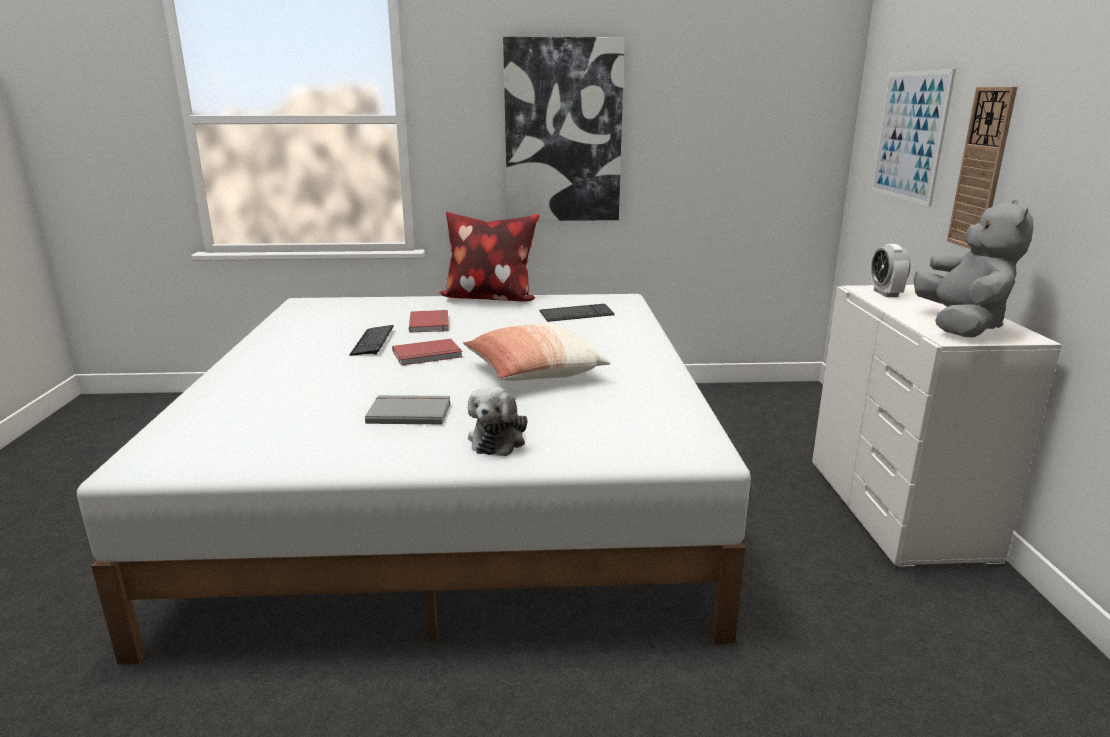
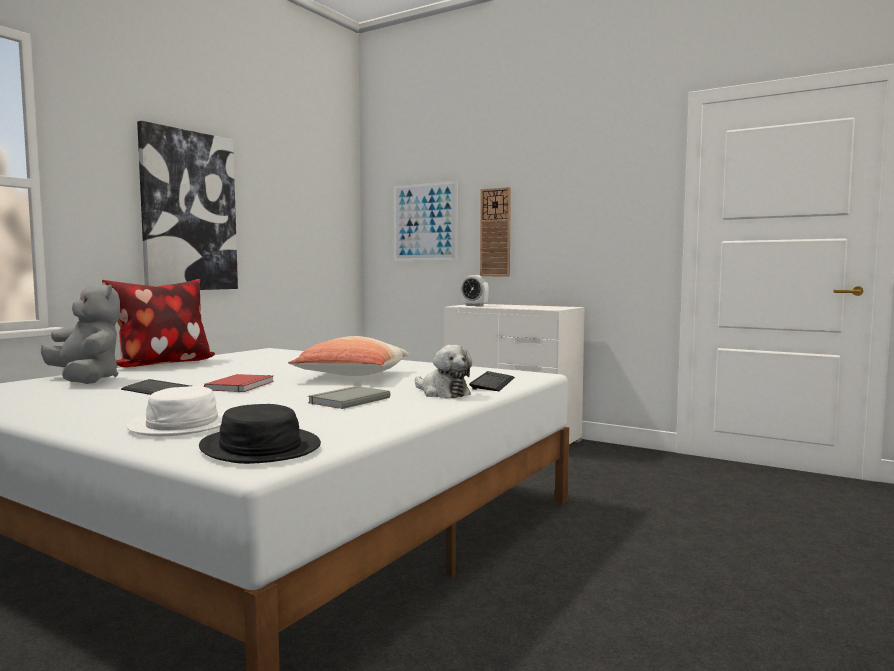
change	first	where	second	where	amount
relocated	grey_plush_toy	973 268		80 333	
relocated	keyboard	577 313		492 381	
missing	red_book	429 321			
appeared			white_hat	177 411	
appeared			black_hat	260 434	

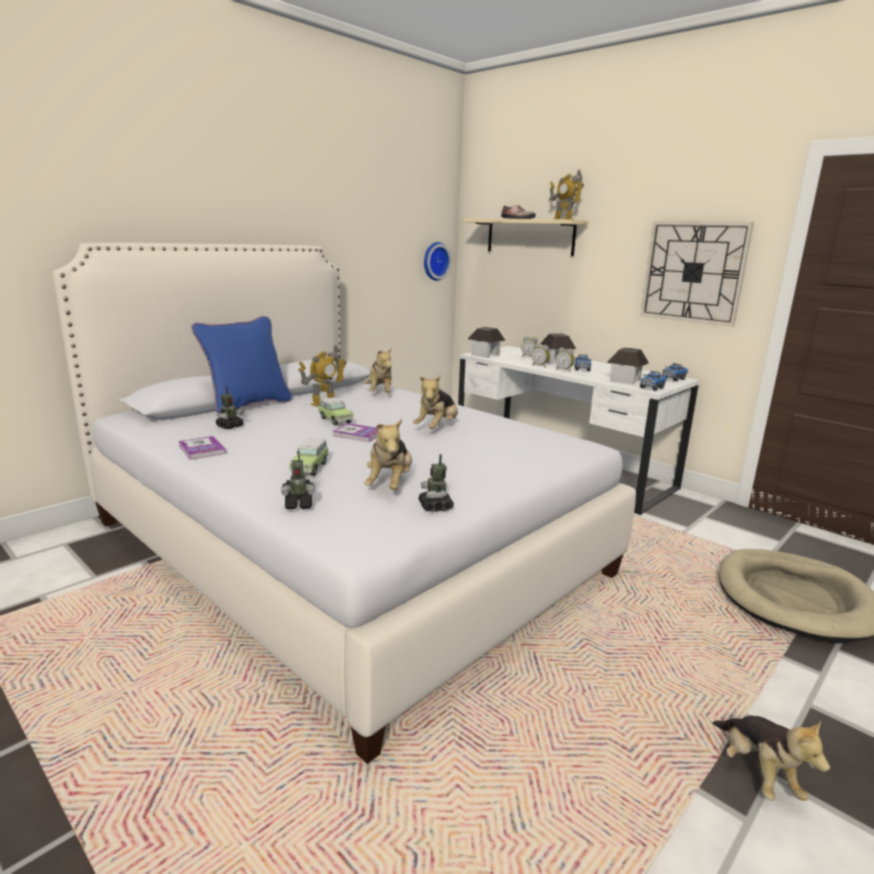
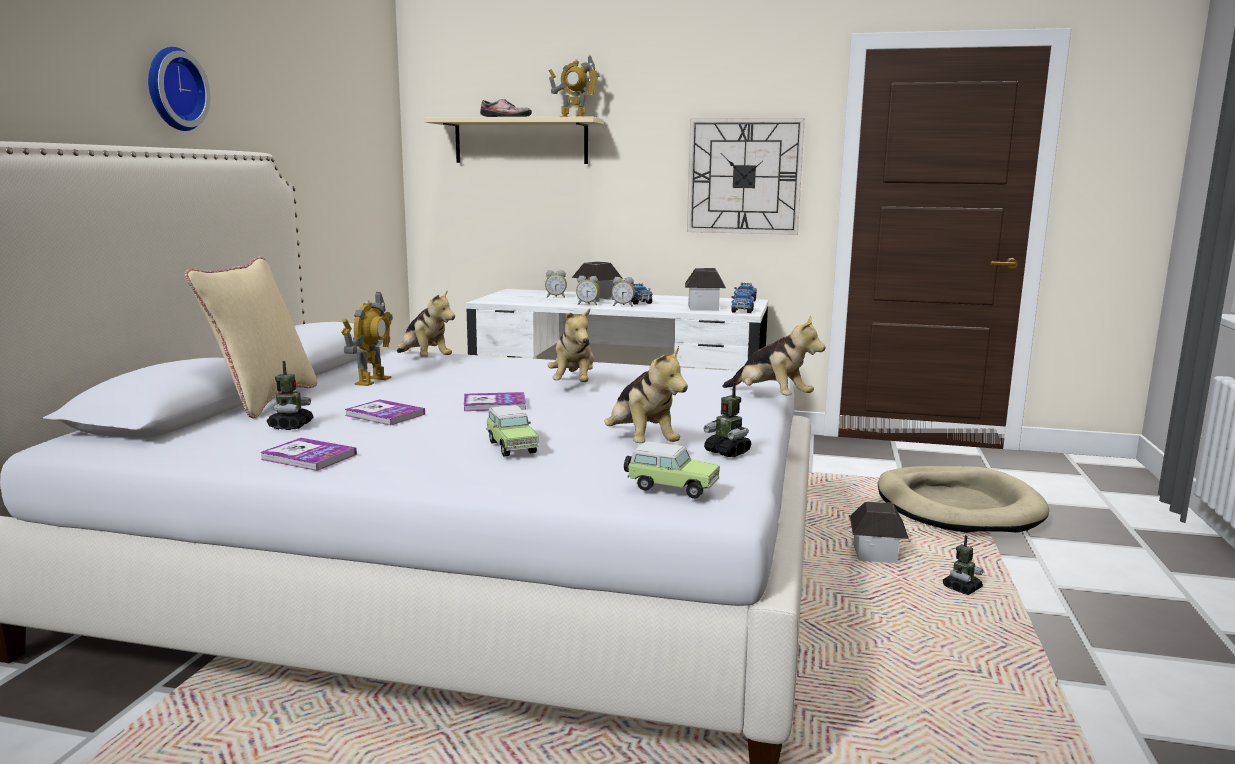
change	first	where	second	where	amount
relocated	wall_clock	437 261		179 89	
colour	blue_pillow	241 364	beige_pillow	251 338	
relocated	toy_house	486 342		879 532	
relocated	toy_car	335 411		672 470	
relocated	toy_robot	298 479		963 565	
relocated	plush_toy	771 758		773 356	
appeared			book	385 412	

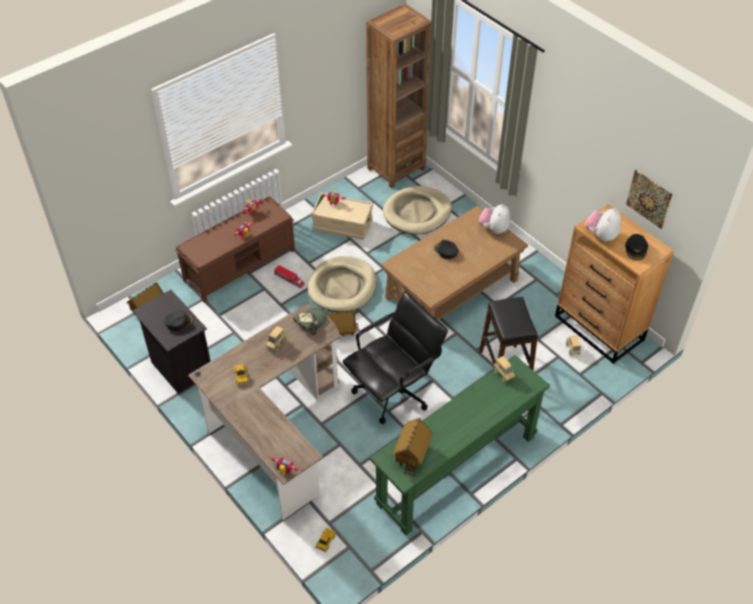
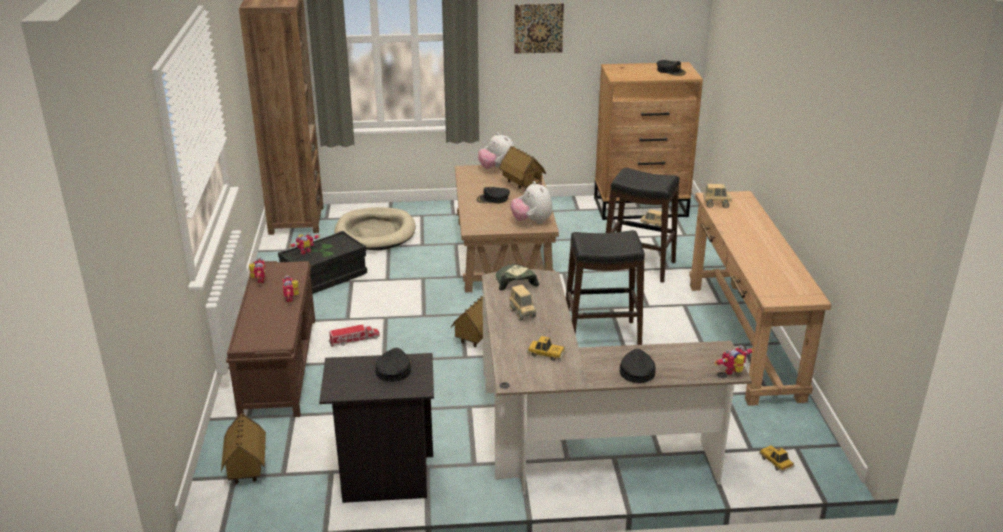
change	first	where	second	where	amount
relocated	picture	649 199		539 29	
colour	beige_storage_box	342 216	black_storage_box	322 262	
relocated	plush_toy	603 225		532 202	
missing	beige_dog_bed	342 284			
exchanged	black_office_chair	395 358	black_stool	605 287	
colour	green_console_table	460 445	brown_console_table	760 298	
relocated	toy_house	412 447		522 168	
appeared			black_cap	638 366	

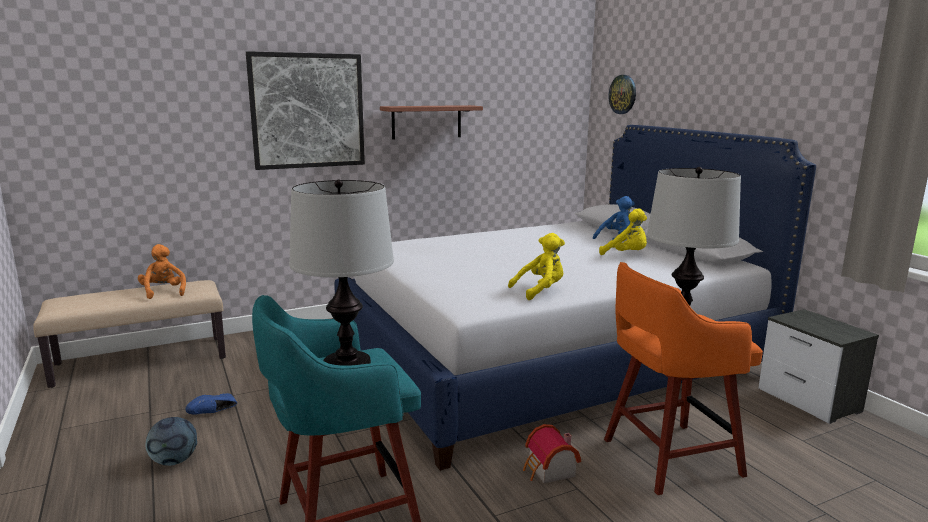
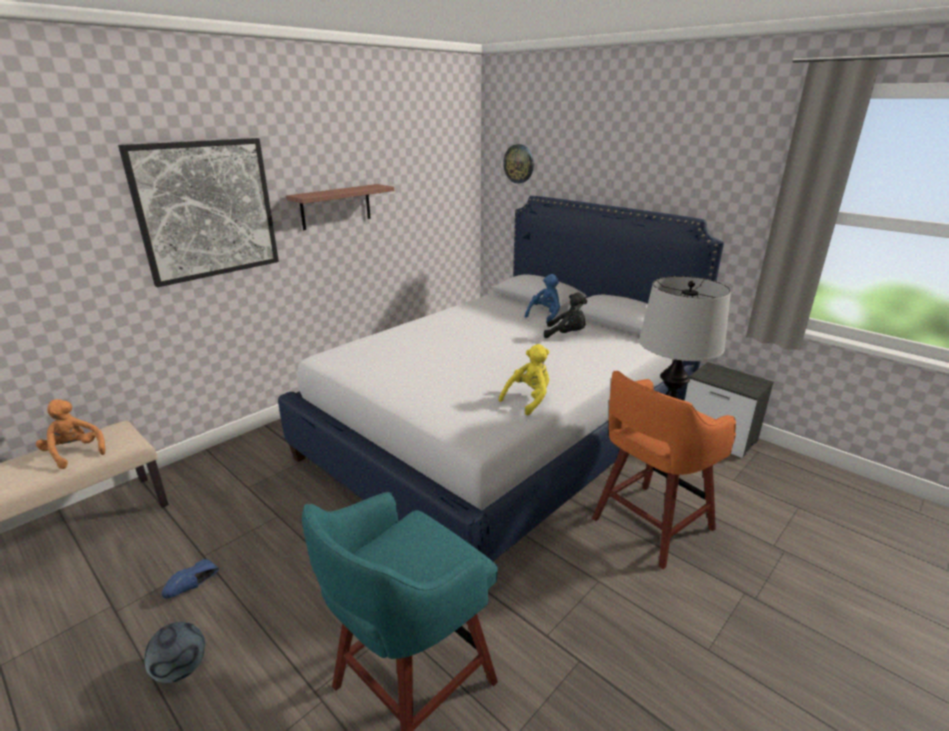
change	first	where	second	where	amount
missing	table_lamp	341 273			
colour	yellow_plush_toy	623 231	black_plush_toy	565 315	
missing	toy_house	552 453			

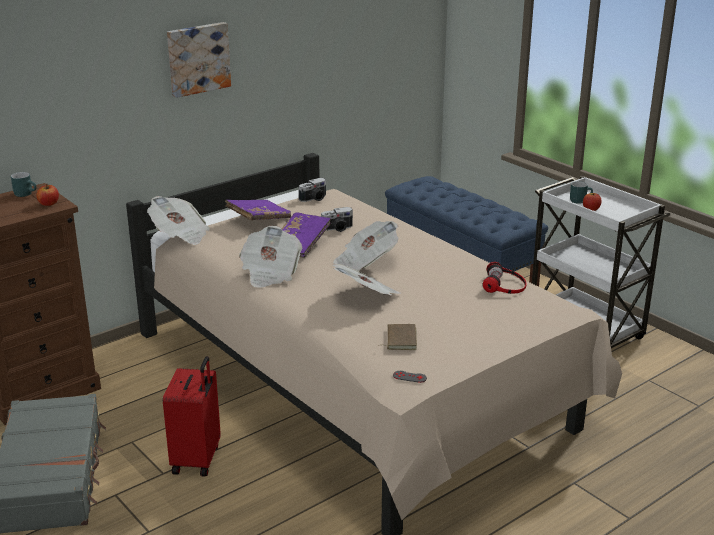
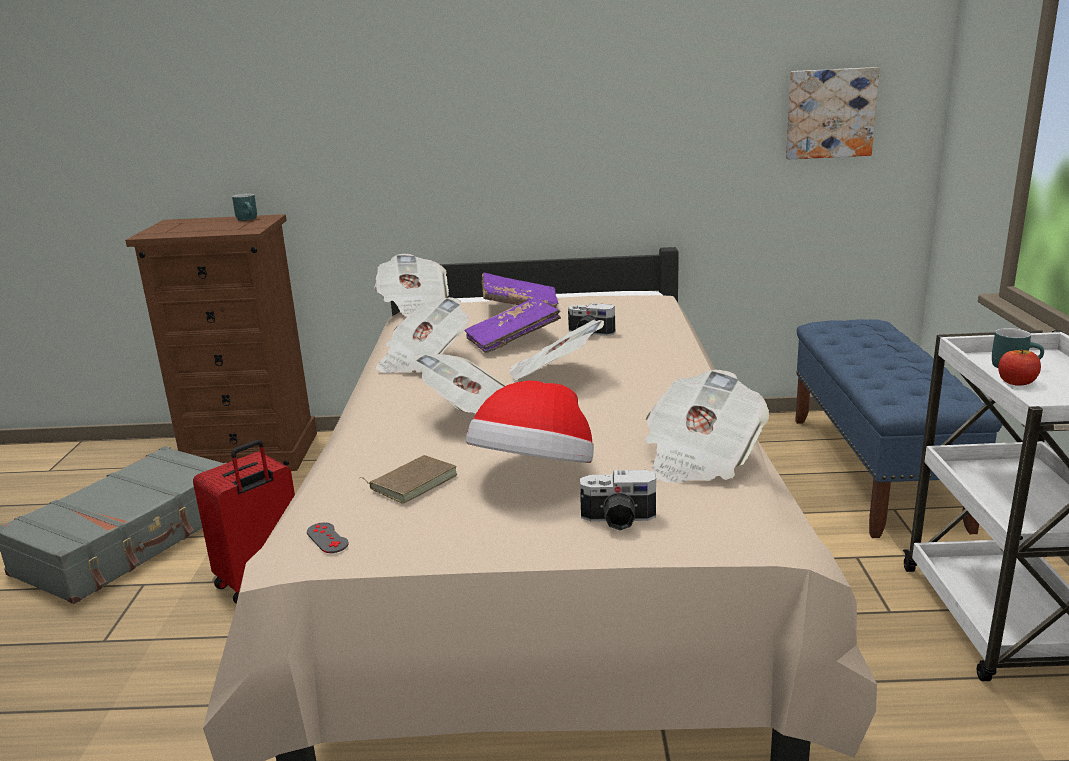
change	first	where	second	where	amount
relocated	picture	199 60		833 113	
relocated	photo_camera	312 190		618 500	
missing	apple	47 195			
exchanged	headphones	505 278	newspaper	707 426	
appeared			hat	530 422	

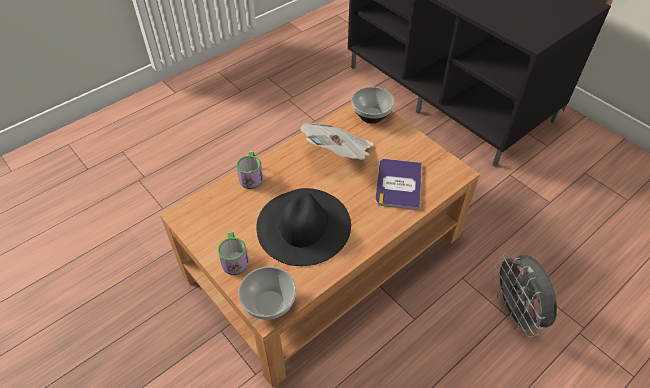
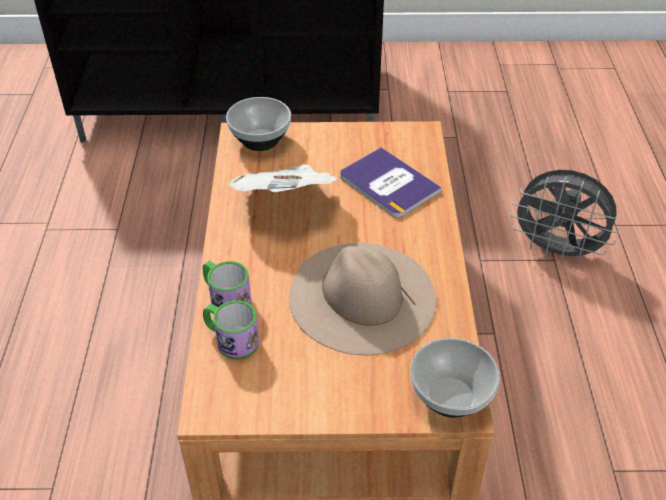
change	first	where	second	where	amount
colour	black_hat	303 227	beige_hat	363 299	
relocated	mug	233 253		231 329	

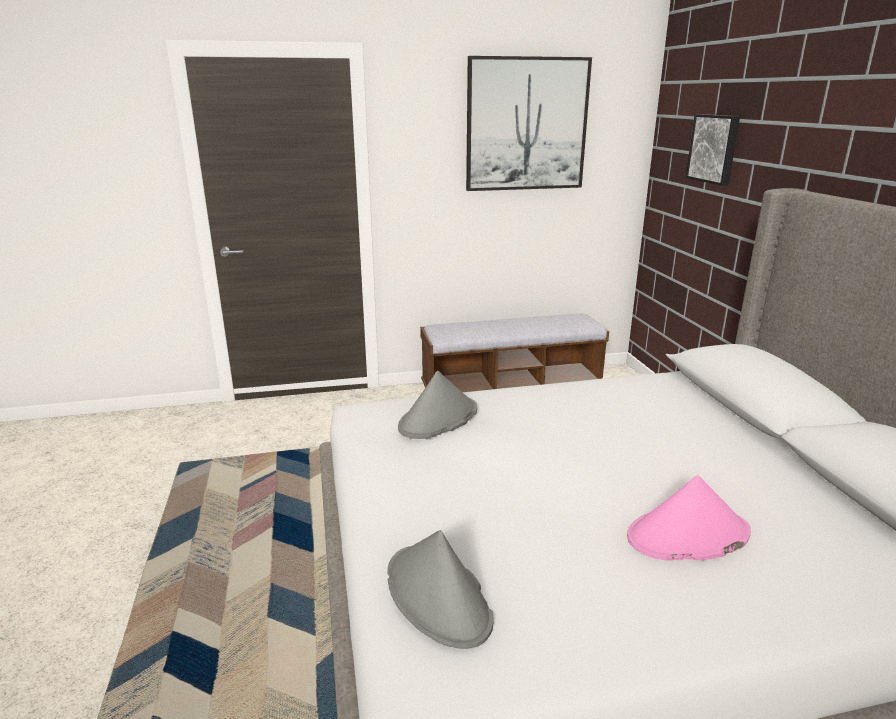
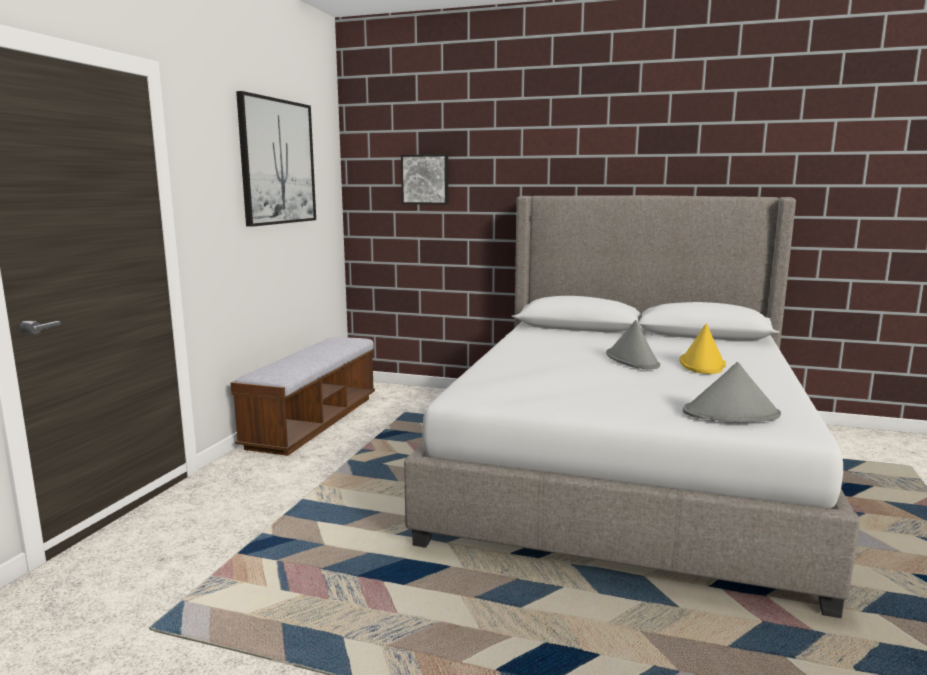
change	first	where	second	where	amount
relocated	grey_hat	437 405		633 344	
colour	pink_hat	689 518	yellow_hat	702 349	

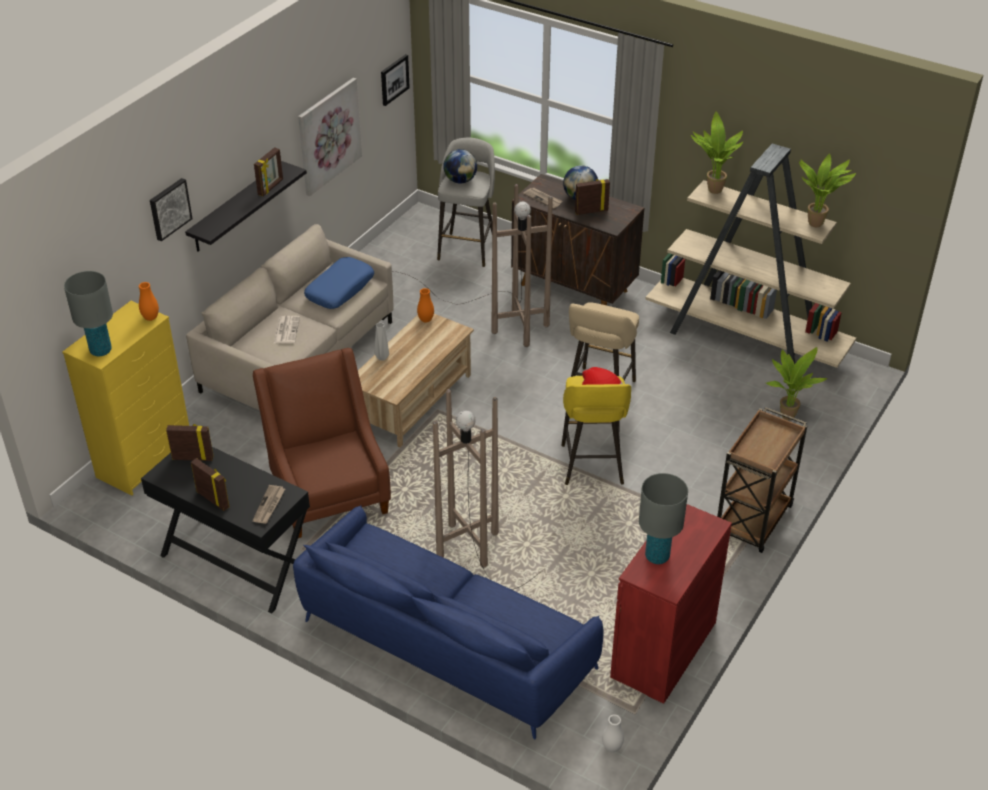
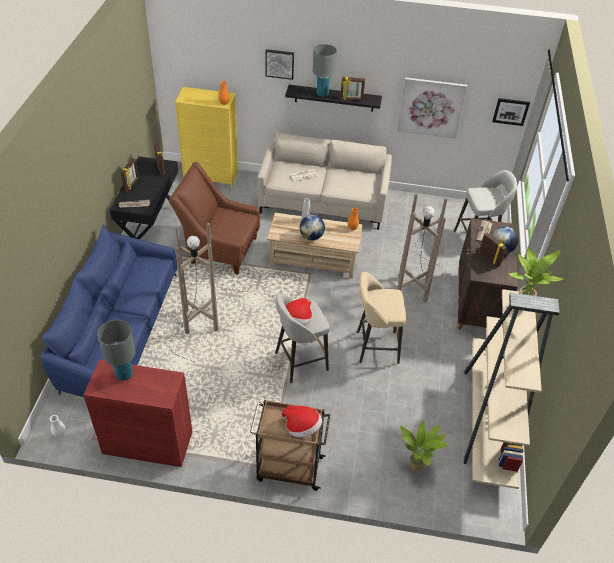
change	first	where	second	where	amount
relocated	globe	460 166		312 227	
missing	potted_plant	827 190			
missing	blue_pillow	339 283			
relocated	grey_table_lamp	88 314		325 70	
spun	brown_armchair	322 443		214 218	120 degrees counterclockwise
colour	yellow_stool	596 430	grey_stool	302 338	
appeared			hat	302 421	

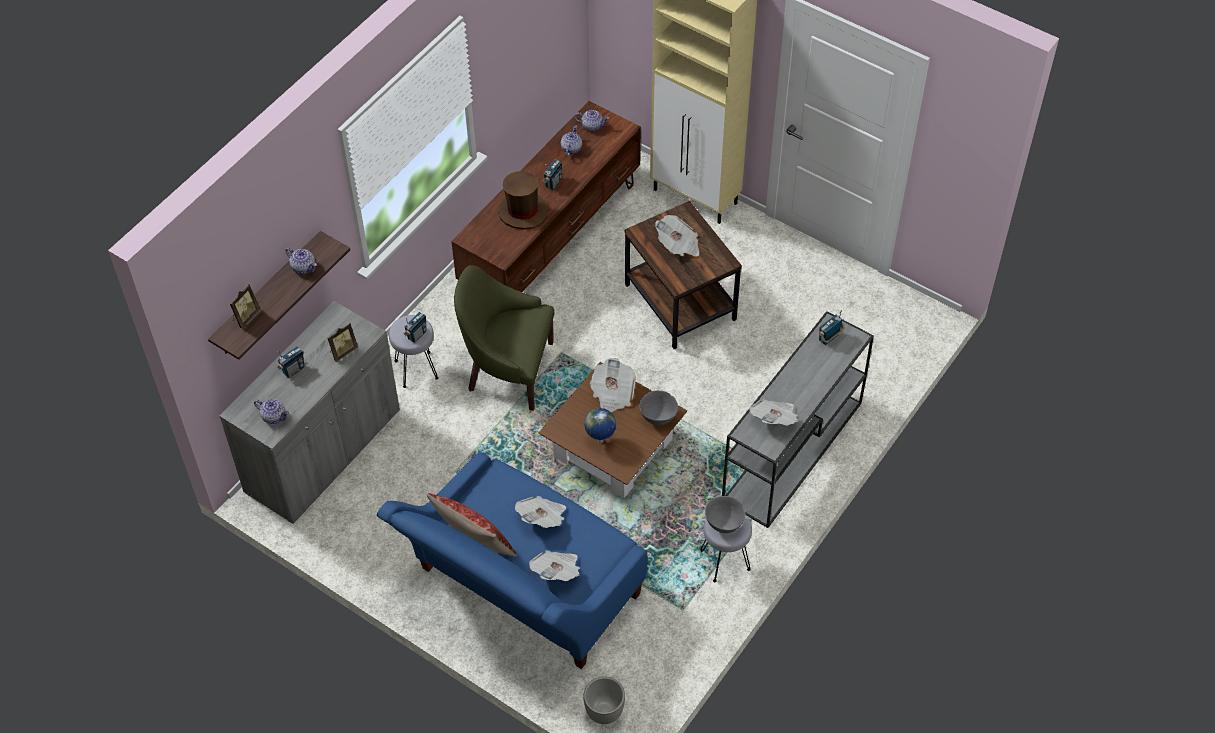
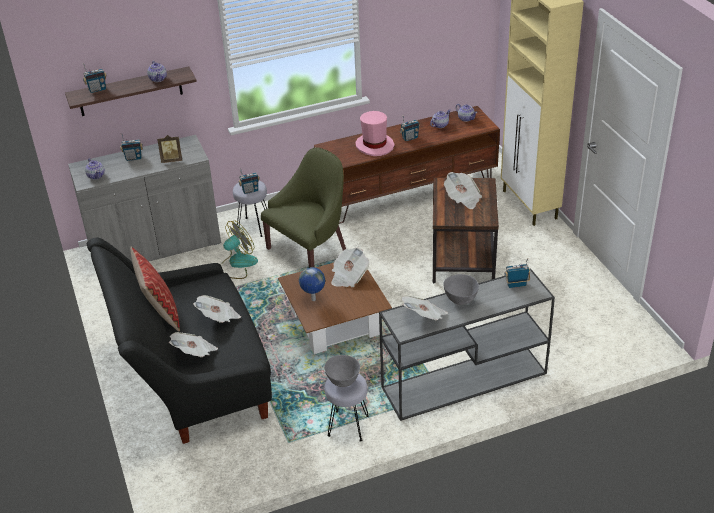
change	first	where	second	where	amount
colour	brown_hat	523 200	pink_hat	375 133	
spun	green_armchair	504 338		303 207	90 degrees clockwise
exchanged	picture_frame	245 306	radio	95 78	
relocated	grey_bowl	658 407		461 289	
colour	blue_sofa	512 560	black_sofa	179 341	
missing	grey_planter	604 700			
appeared			fan	239 249	

